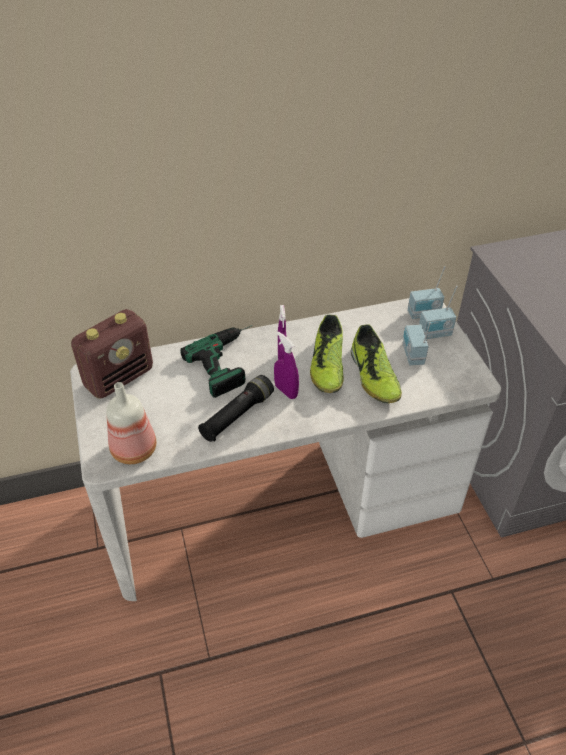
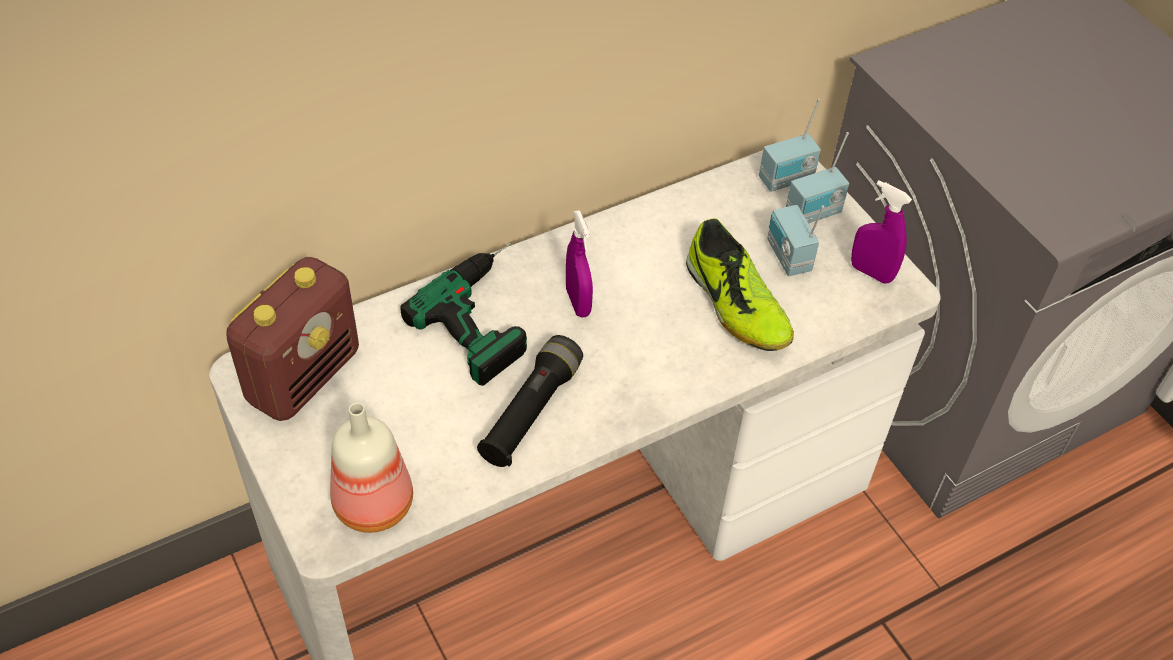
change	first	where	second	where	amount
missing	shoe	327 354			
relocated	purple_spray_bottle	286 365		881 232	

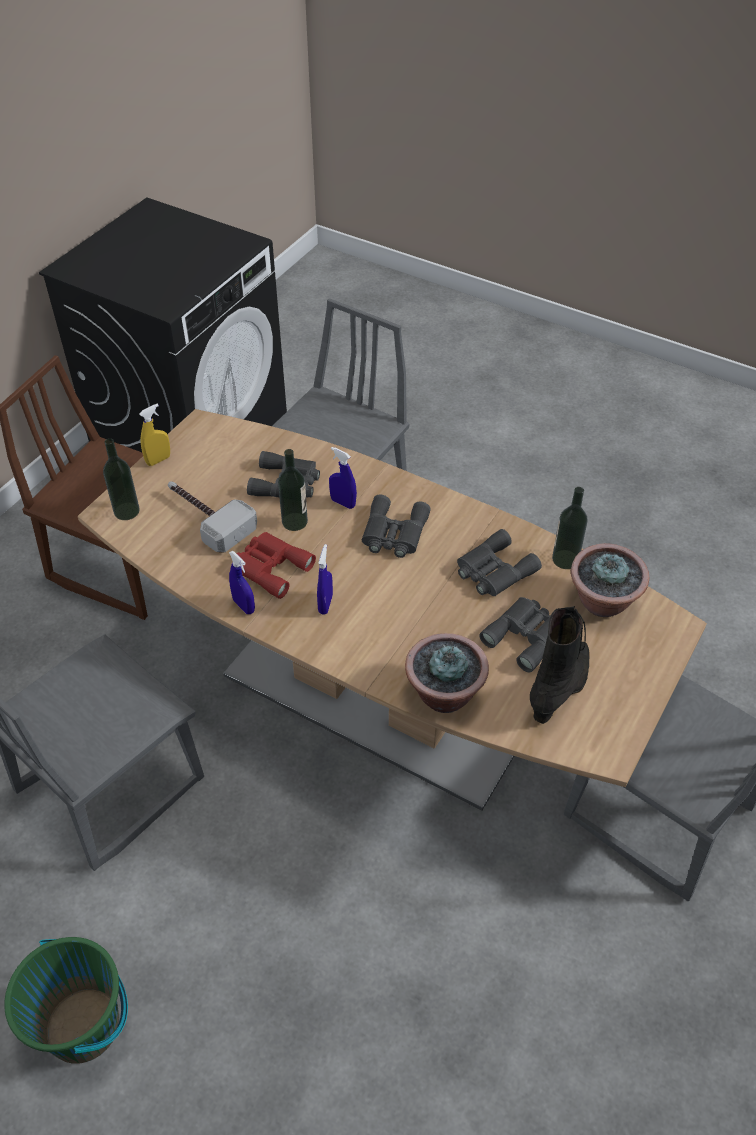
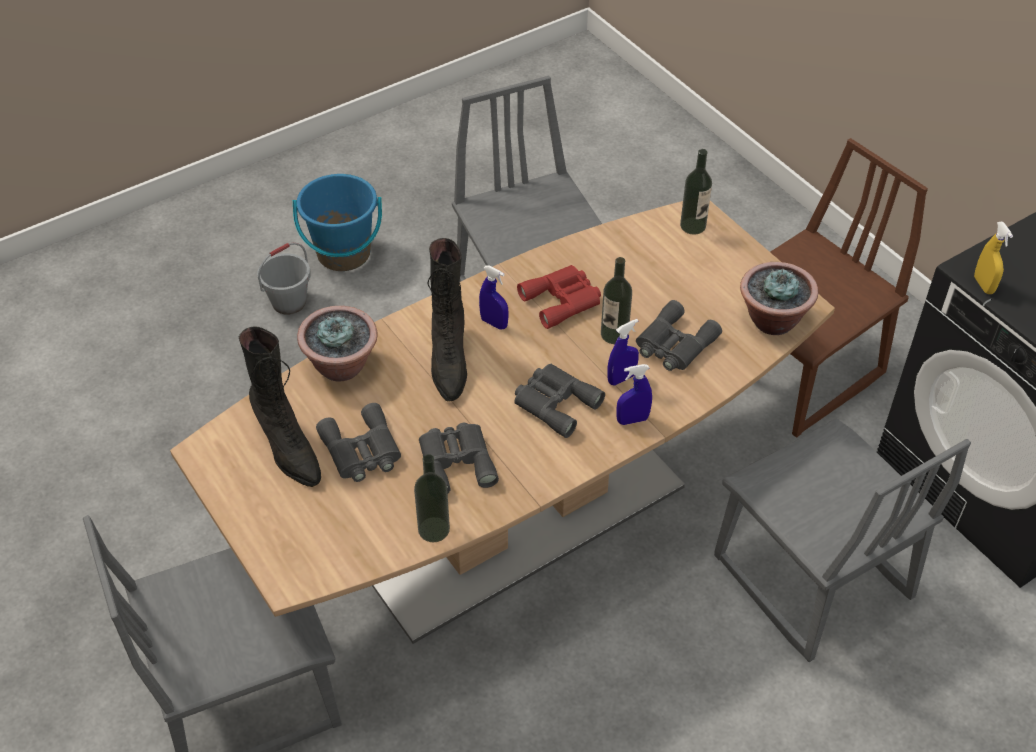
change	first	where	second	where	amount
relocated	yellow_spray_bottle	154 435		993 258	
missing	hammer	212 517			
relocated	potted_plant	610 580		779 298	
relocated	blue_spray_bottle	242 582		634 394	
colour	green_bucket	66 1000	blue_bucket	337 222	
appeared			black_boot	447 320	
appeared			grey_bucket	284 279	

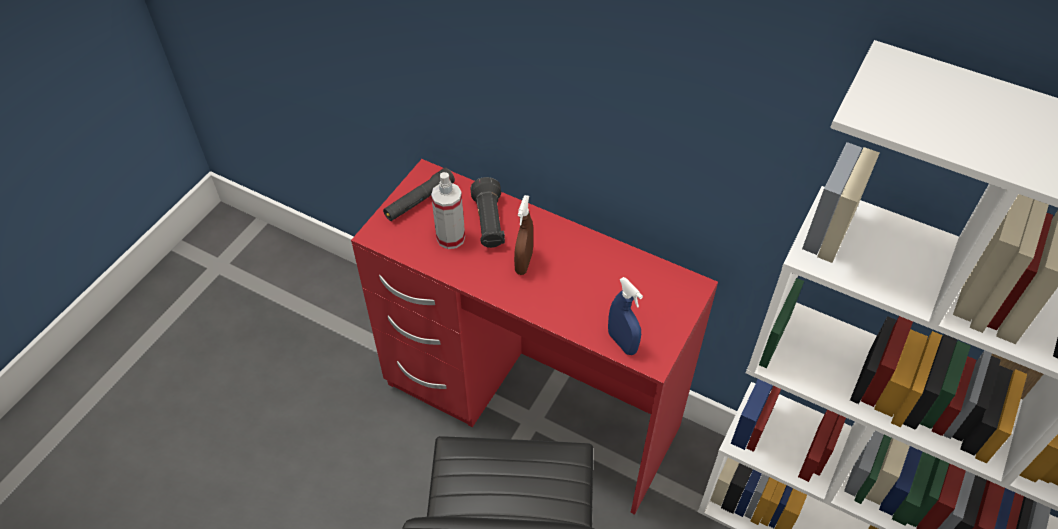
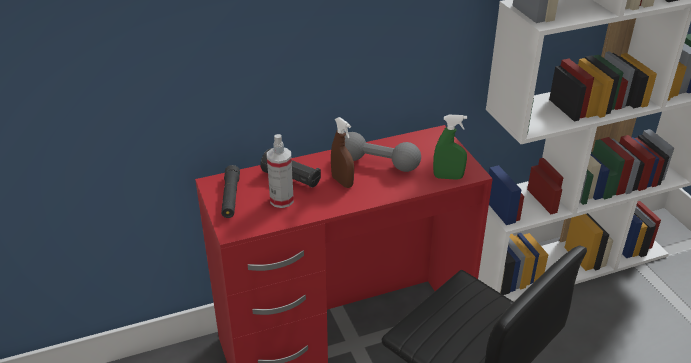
change	first	where	second	where	amount
colour	blue_spray_bottle	625 316	green_spray_bottle	450 147	
appeared			grey_dumbbell	383 152	

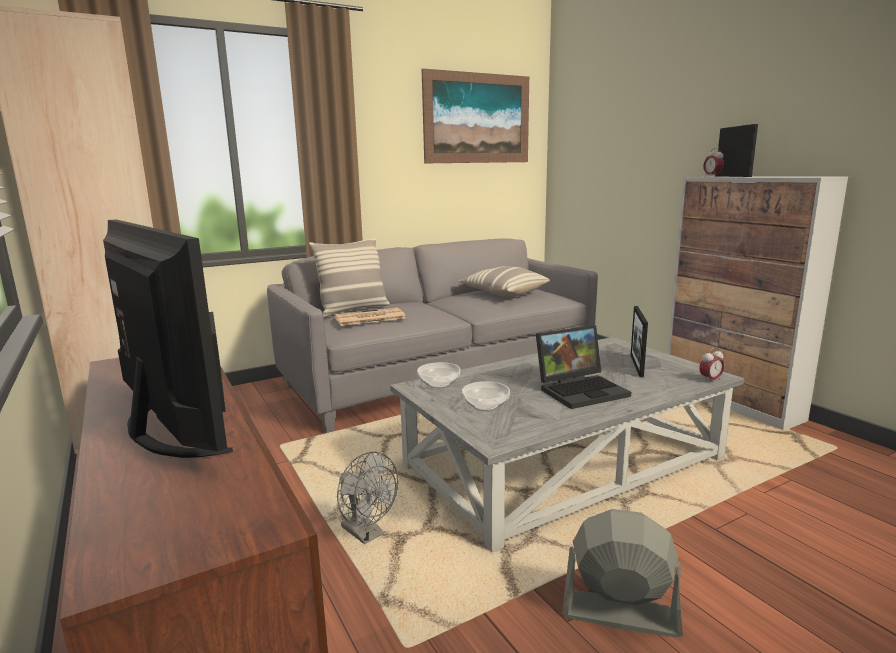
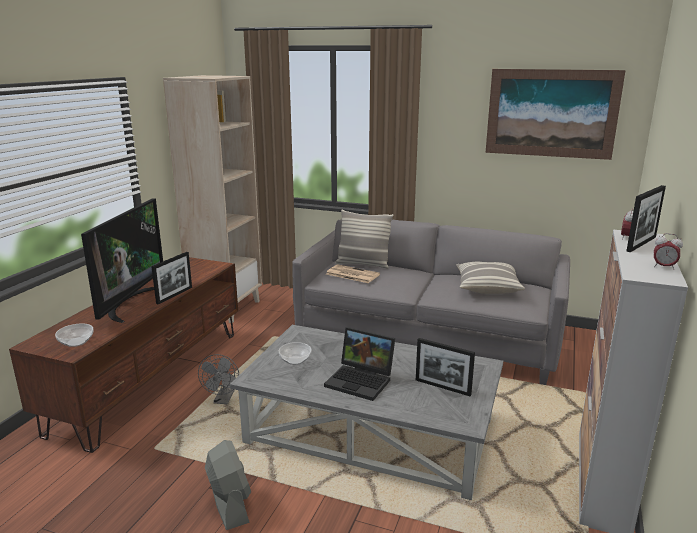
change	first	where	second	where	amount
spun	picture_frame	639 341		445 367	120 degrees counterclockwise
relocated	alarm_clock	712 365		668 251	
relocated	bowl	439 375		74 335	

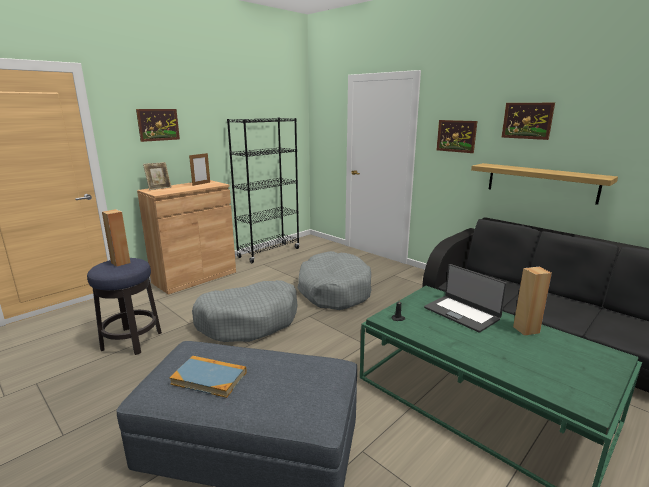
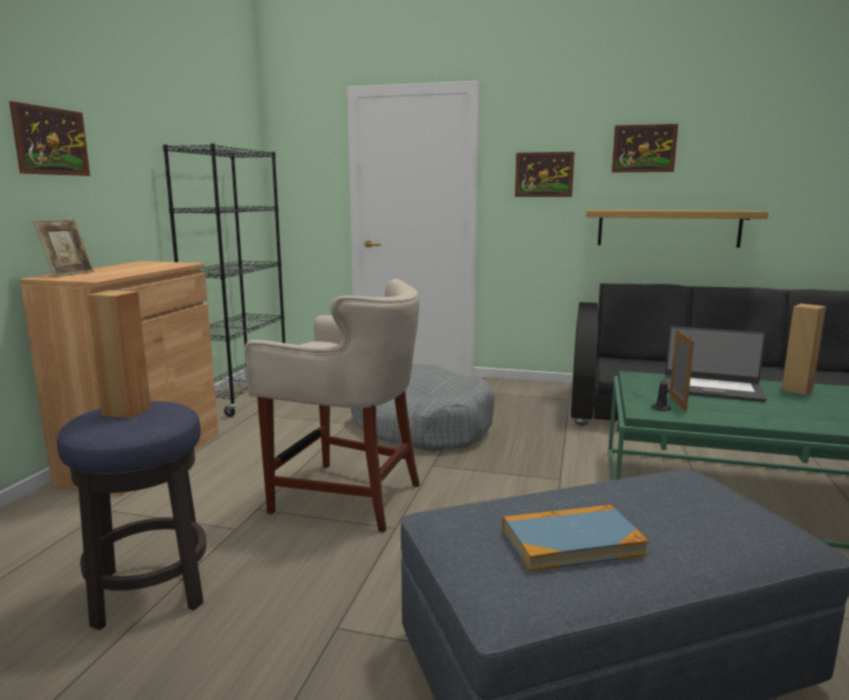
change	first	where	second	where	amount
relocated	picture_frame	199 169		681 370	
exchanged	grey_dog_bed	244 311	beige_stool	332 405	

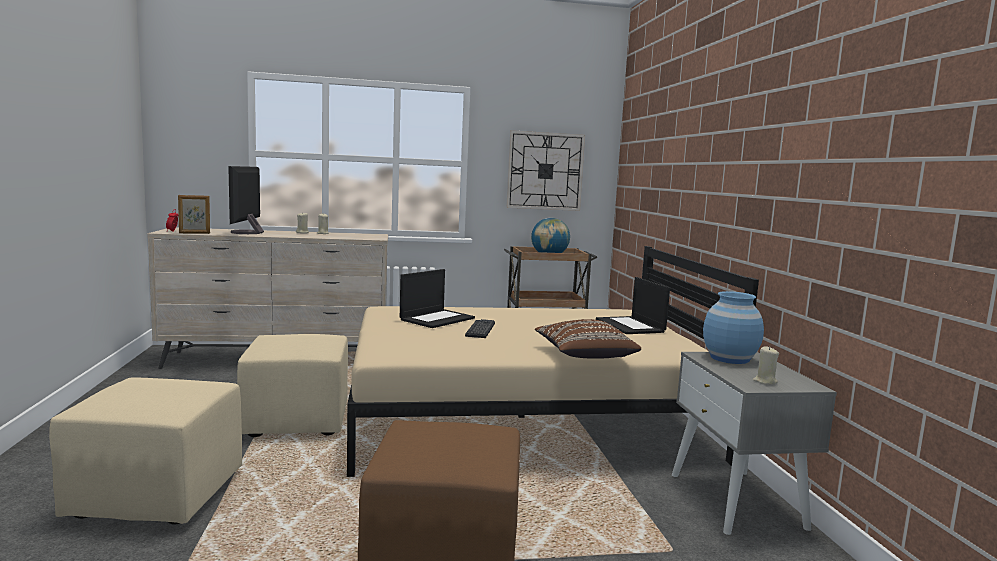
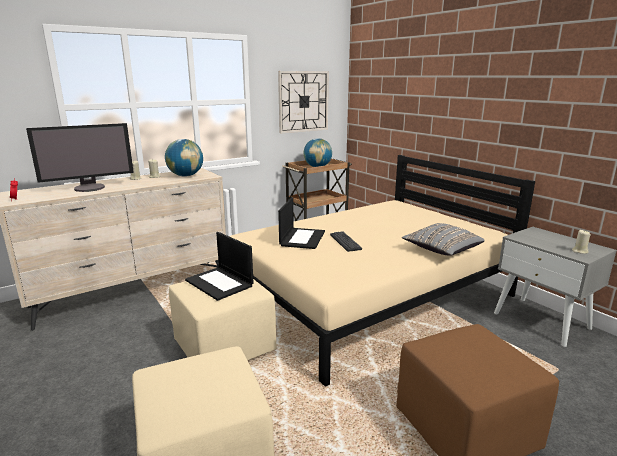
change	first	where	second	where	amount
spun	monitor	246 200		80 157	90 degrees counterclockwise
missing	picture_frame	194 214			
relocated	laptop	633 305		219 266	
missing	blue_vase	733 327			
colour	brown_pillow	588 339	grey_pillow	443 239	
appeared			globe	184 158	

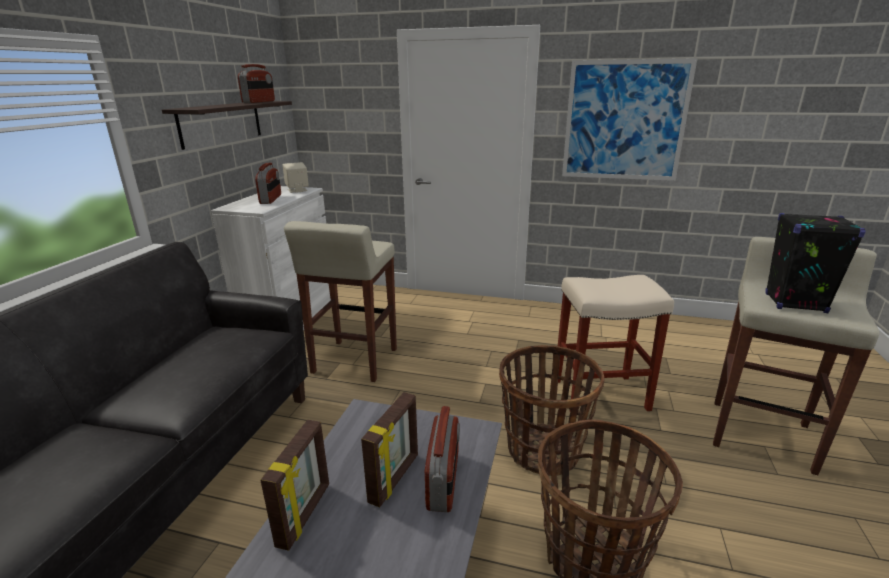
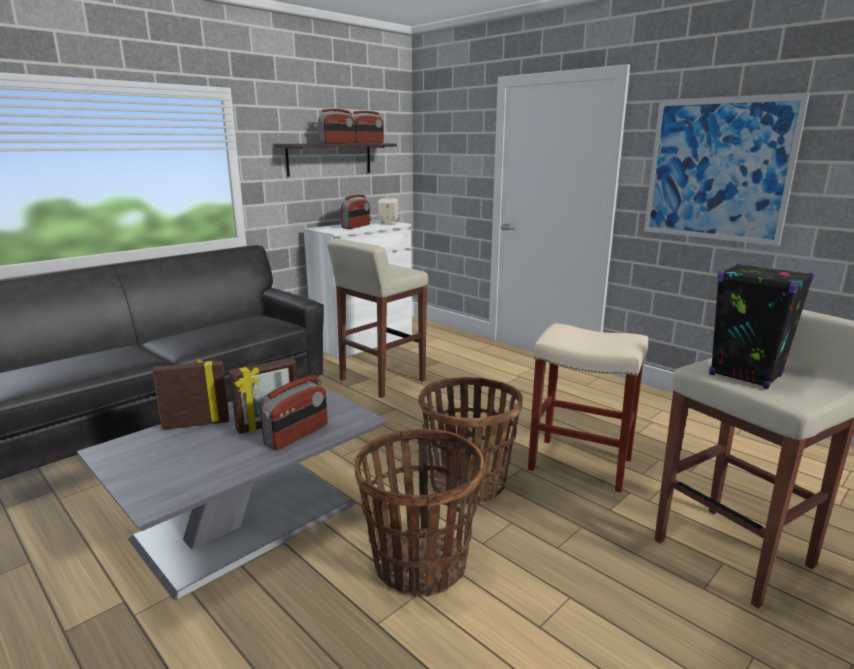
change	first	where	second	where	amount
spun	picture_frame	294 485		190 394	150 degrees counterclockwise
appeared			radio	336 126	

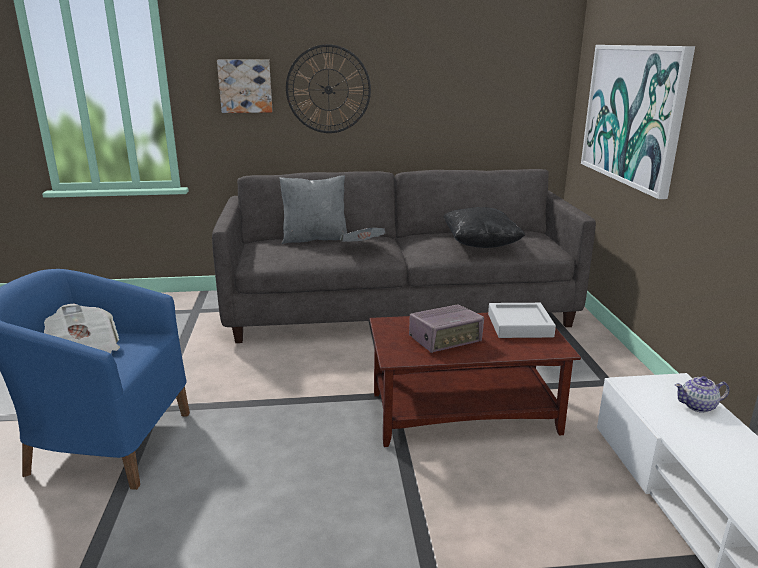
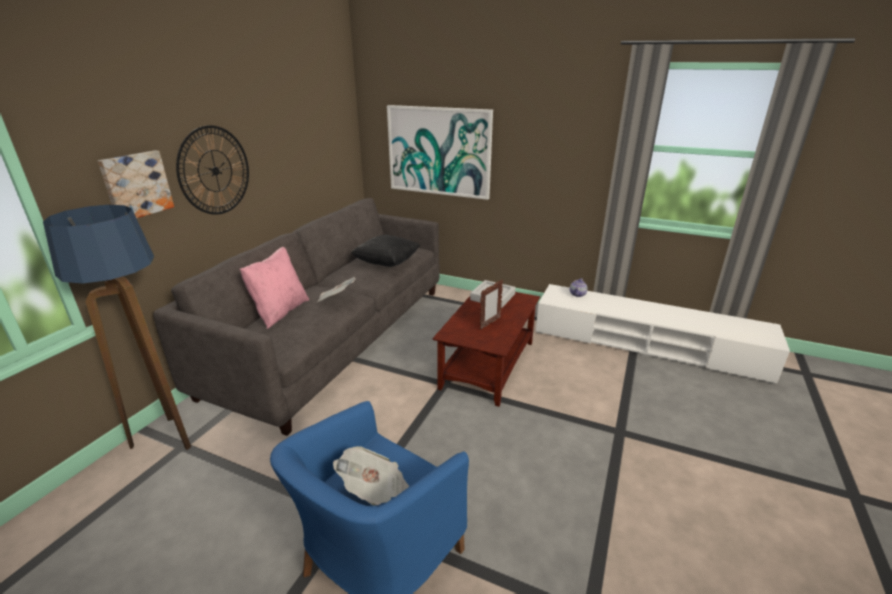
change	first	where	second	where	amount
colour	grey_pillow	313 209	pink_pillow	274 288	
exchanged	radio	446 328	picture_frame	491 304	
appeared			floor_lamp	117 327	

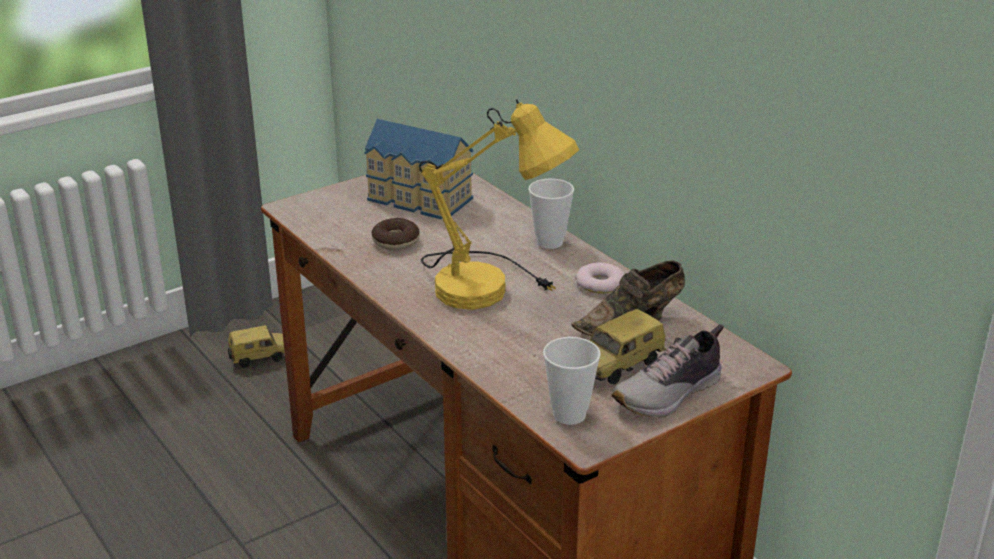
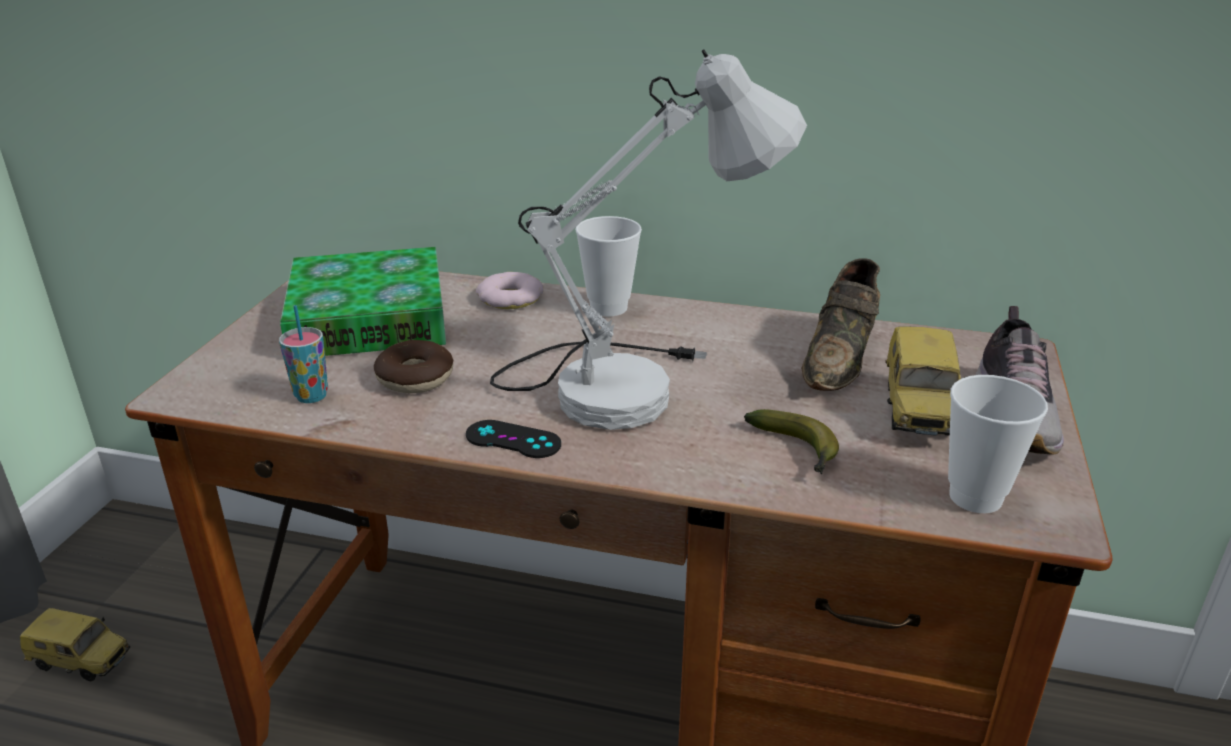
change	first	where	second	where	amount
colour	yellow_table_lamp	499 204	white_table_lamp	648 239	
exchanged	toy_house	418 169	book	363 301	
relocated	donut	600 278		509 290	
spun	toy_car	256 346		75 644	75 degrees clockwise
appeared			cup	303 354	
appeared			banana	791 441	
appeared			black_game_controller	513 439	

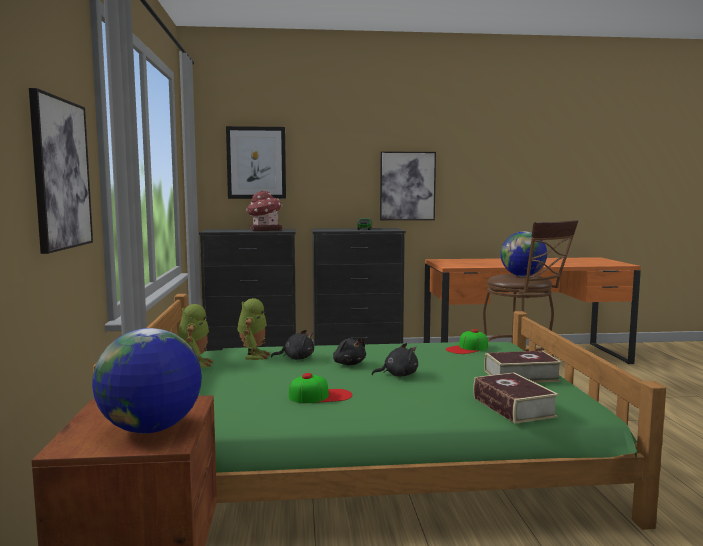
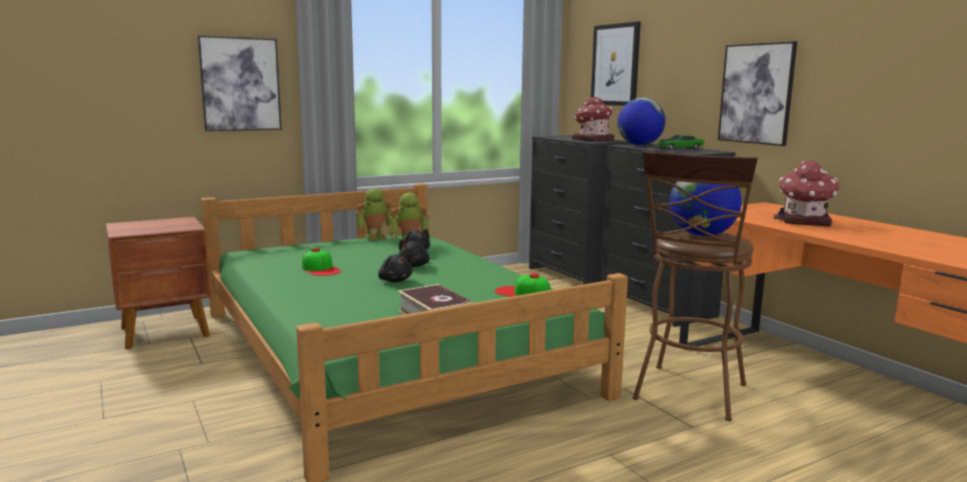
change	first	where	second	where	amount
relocated	globe	147 380		641 121	
missing	book	516 398			
appeared			toy_house	806 193	

